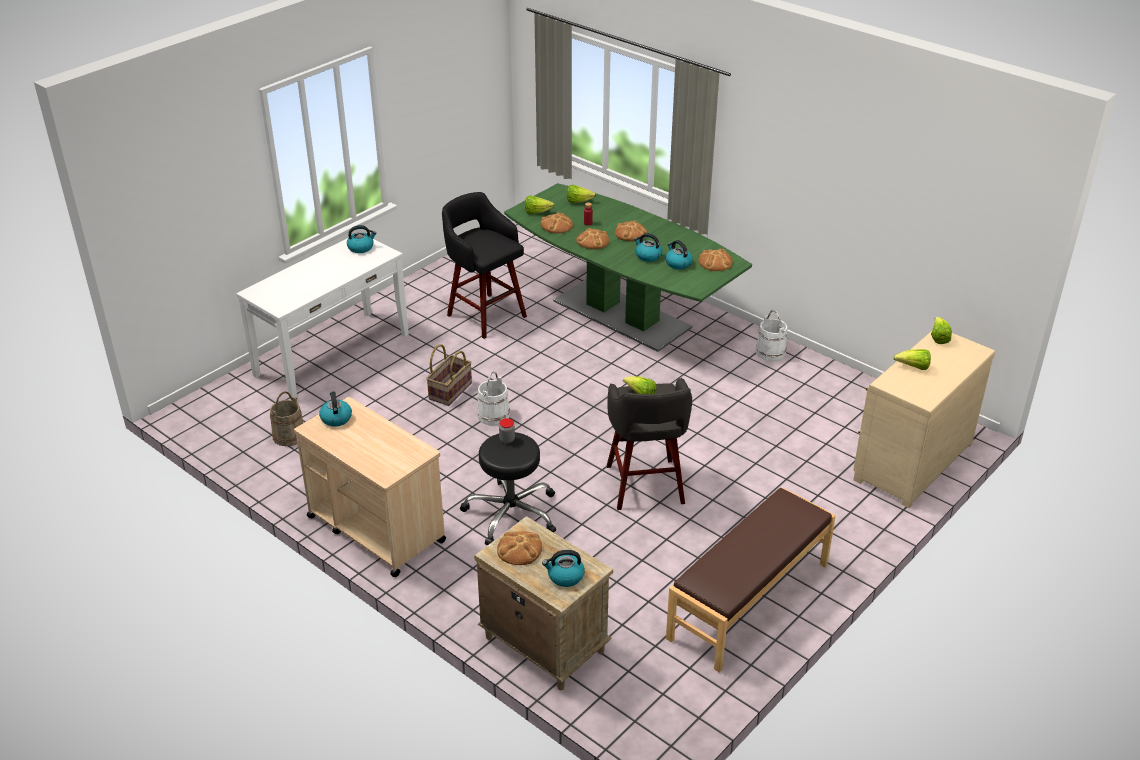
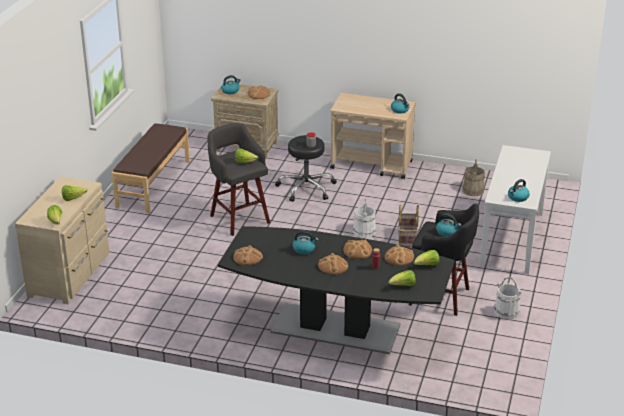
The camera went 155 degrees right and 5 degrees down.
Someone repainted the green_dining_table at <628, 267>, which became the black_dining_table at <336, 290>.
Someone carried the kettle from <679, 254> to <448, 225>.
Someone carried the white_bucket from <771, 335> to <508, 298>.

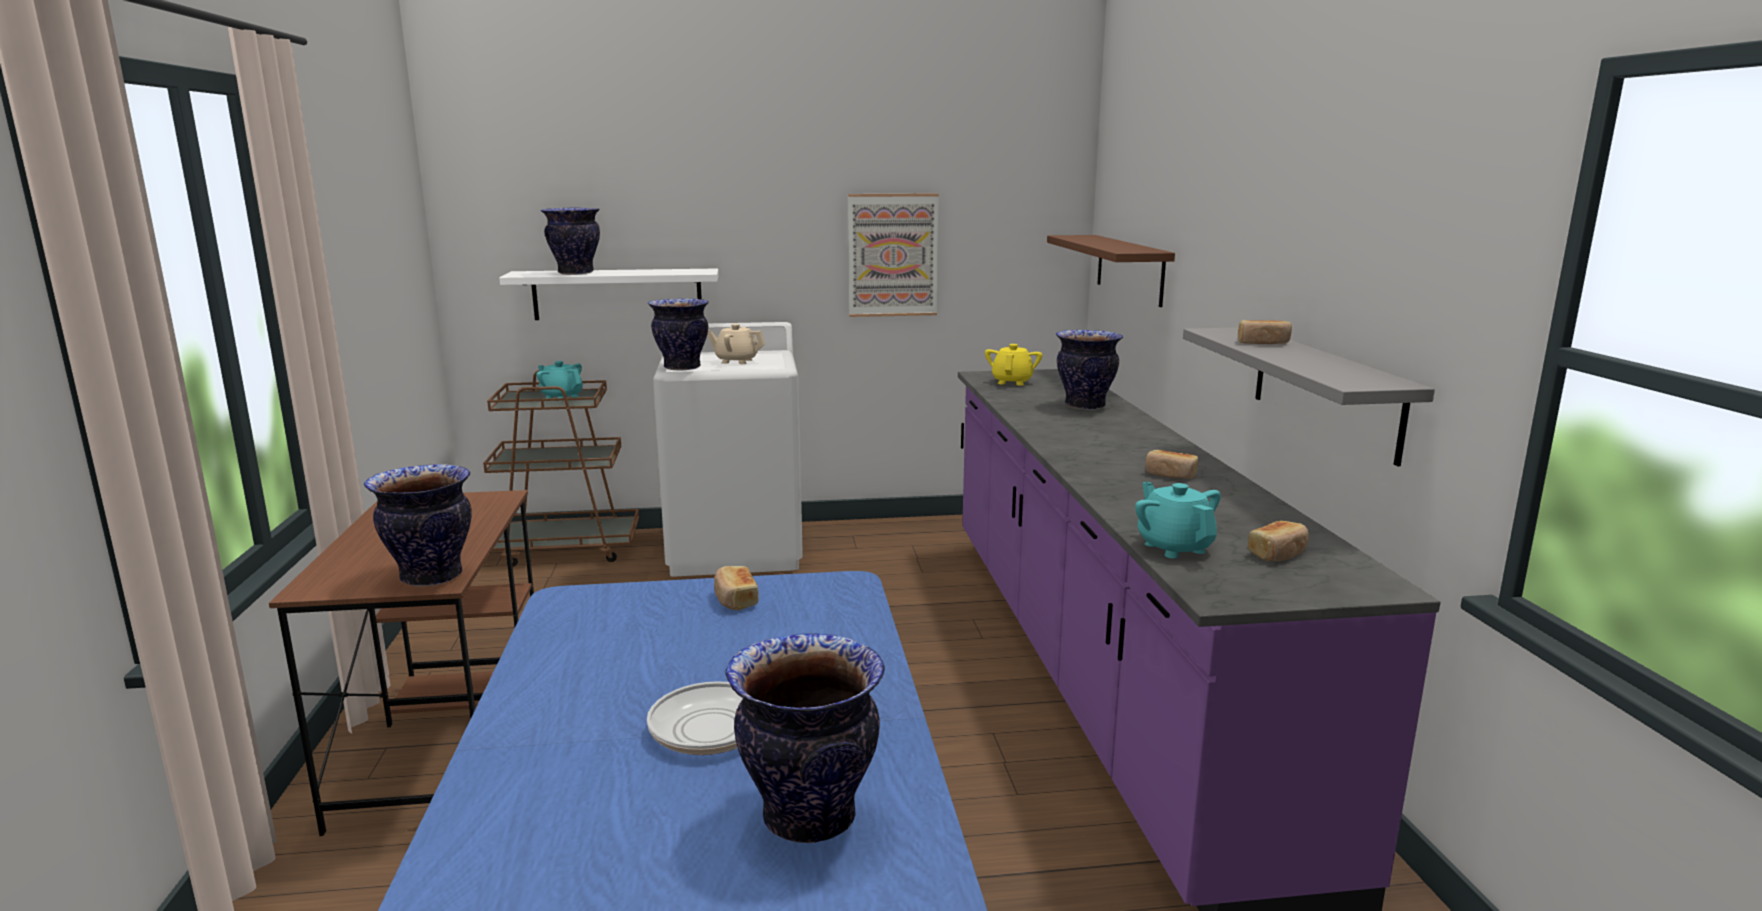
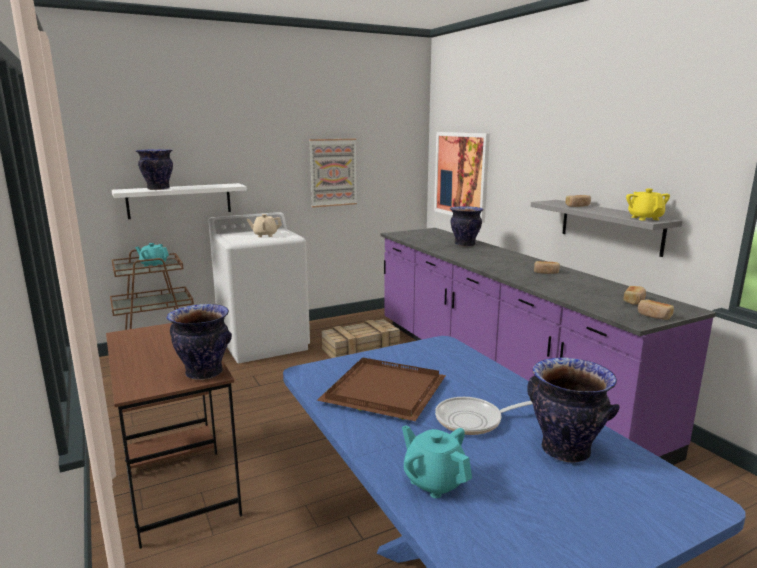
The camera went 20 degrees left and 0 degrees up.
Someone took away the vase at <678, 335>.
Someone carried the bread from <736, 588> to <656, 309>.
Someone carried the yellow_teapot from <1013, 365> to <648, 204>.
Someone swapped the brown_shelf at <1111, 271> for the picture at <462, 177>.
Someone carried the turquoise_teapot from <1178, 520> to <437, 461>.
Someone put down the brown_tray at <381, 389>.
Someone put down the crate at <361, 338>.

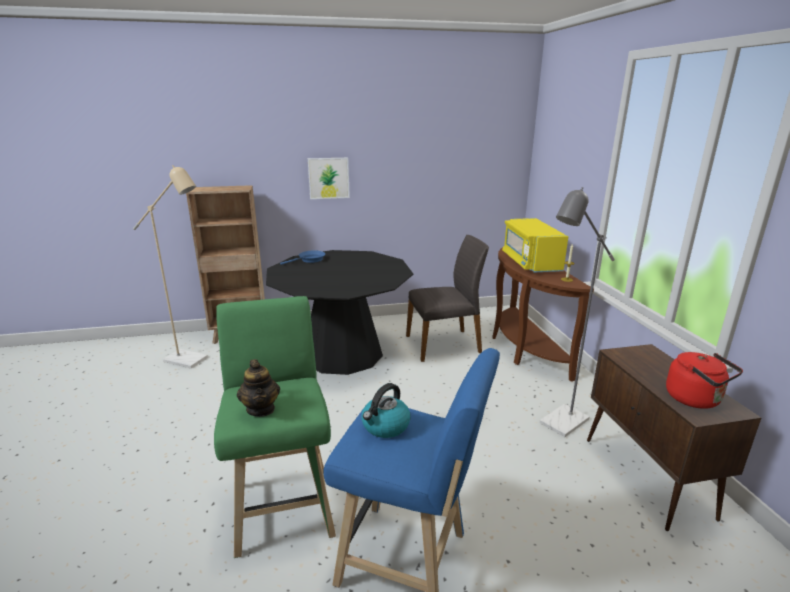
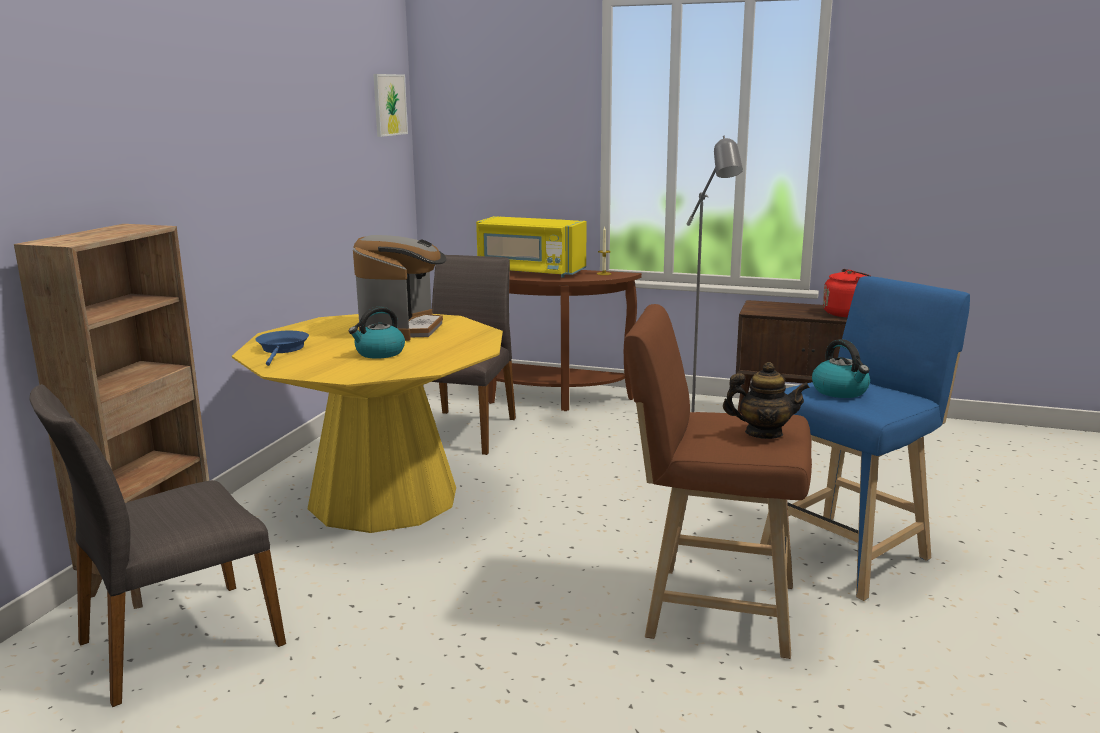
The camera went 60 degrees left and 5 degrees down.
Someone swapped the beige_floor_lamp at <170, 266> for the grey_chair at <157, 545>.
Someone repainted the green_stool at <275, 427>, which became the brown_stool at <718, 481>.
Someone repainted the black_dining_table at <339, 312>, which became the yellow_dining_table at <367, 423>.
Someone carried the picture from <329, 178> to <390, 105>.
Someone put down the kettle at <377, 332>.
Someone put down the coffee_machine at <399, 288>.

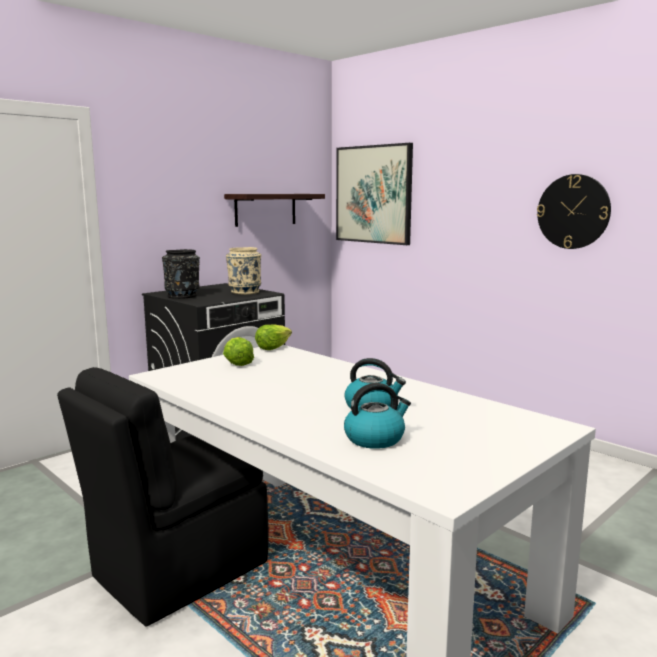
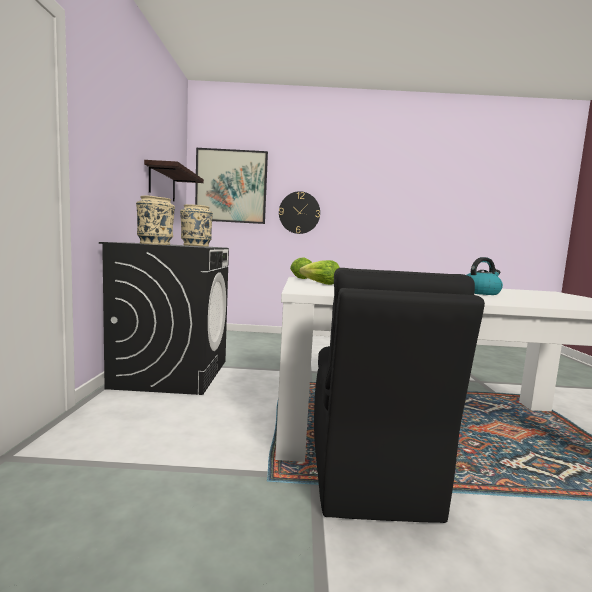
The camera went 45 degrees left and 5 degrees down.
Someone repainted the black_vase at <181, 274>, which became the beige_vase at <155, 220>.
Someone took away the kettle at <377, 416>.
Someone carried the wall_clock from <574, 211> to <299, 212>.

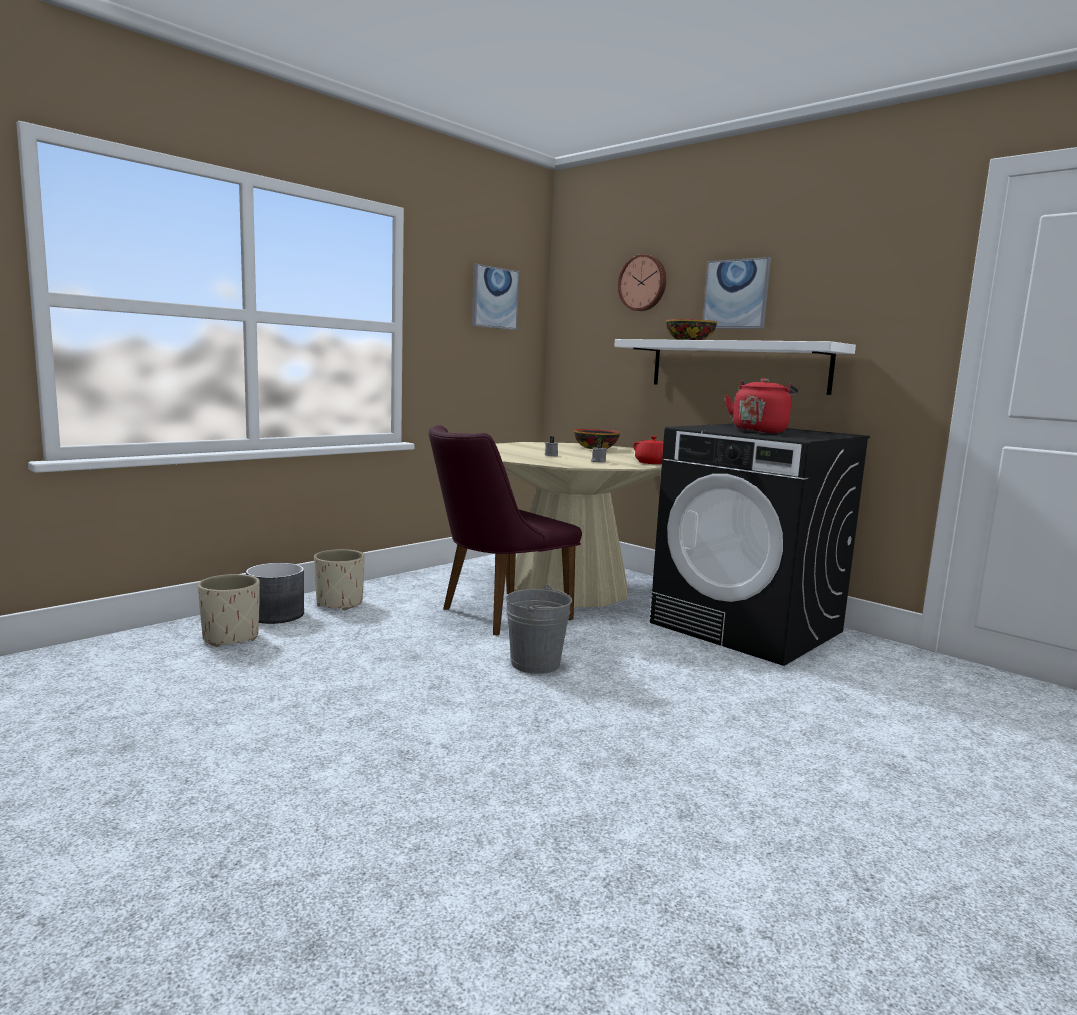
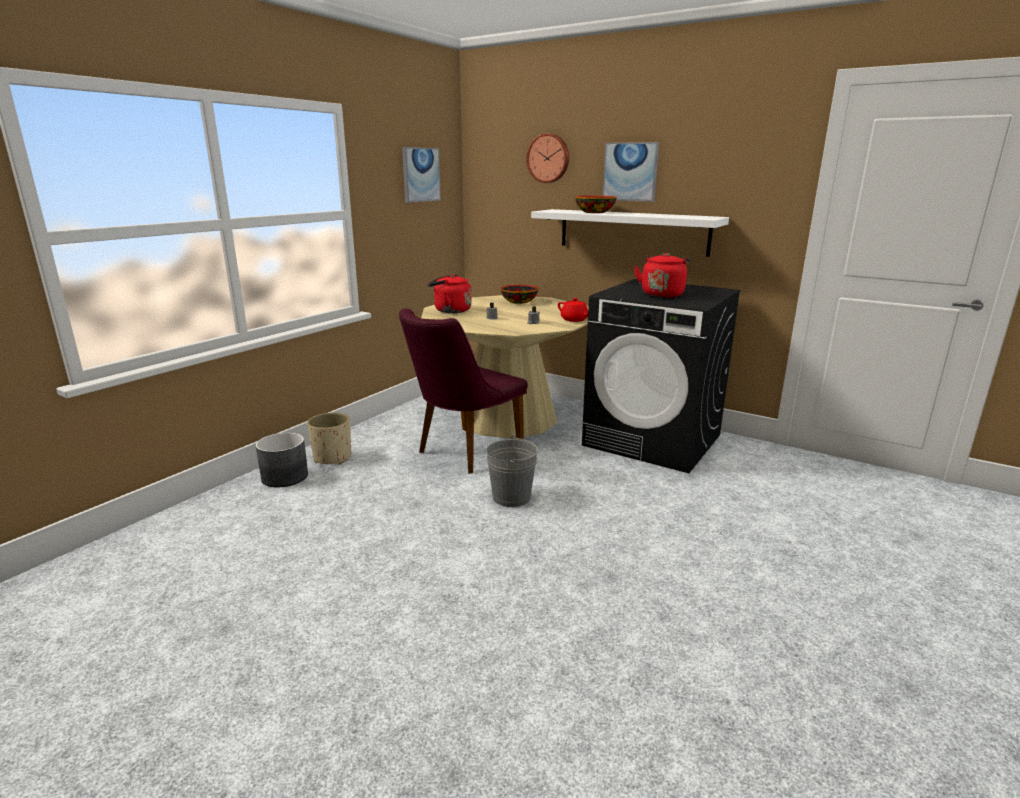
The camera went 10 degrees left and 10 degrees up.
Someone took away the beige_planter at <229, 610>.
Someone put down the red_kettle at <450, 293>.

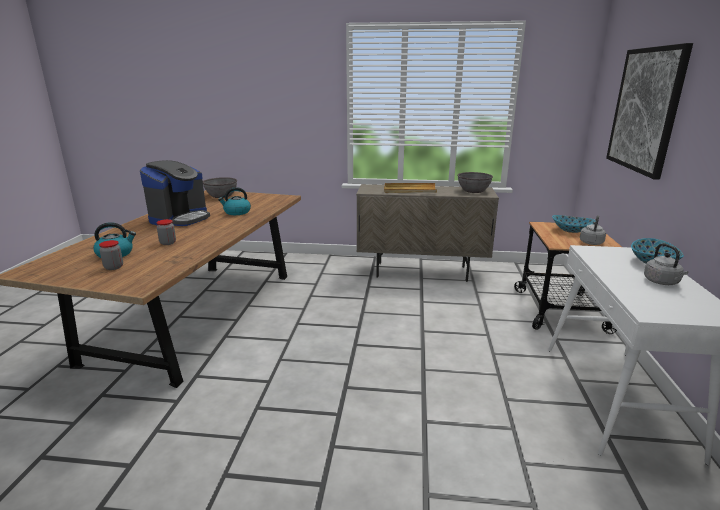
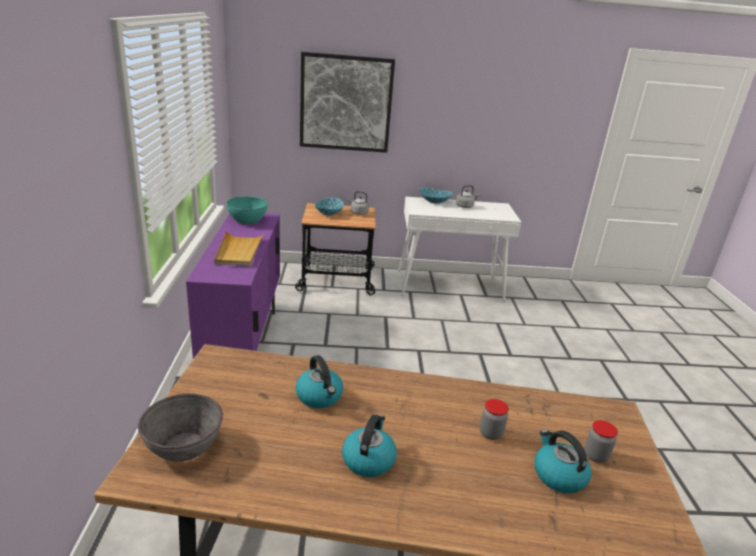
The camera went 100 degrees left and 5 degrees up.
Someone swapped the coffee_machine at <175, 193> for the kettle at <369, 445>.
Someone repainted the beige_cabinet at <427, 233>, which became the purple_cabinet at <233, 286>.
Someone repainted the grey_bowl at <475, 182>, which became the turquoise_bowl at <247, 210>.

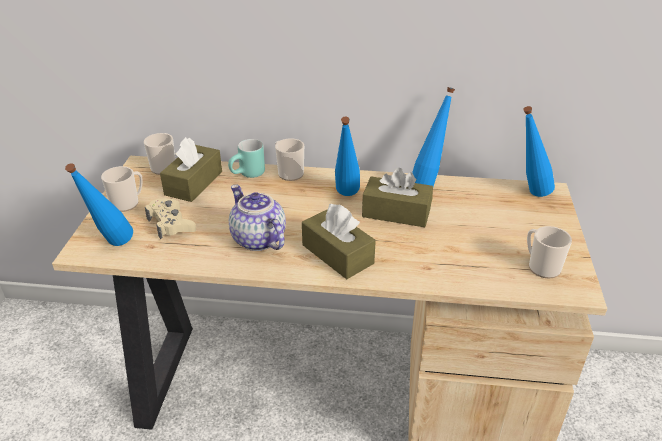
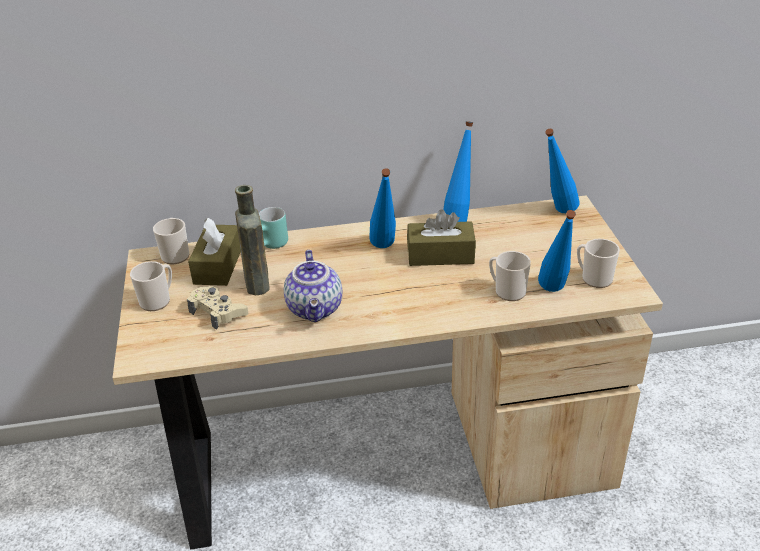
The camera went 15 degrees left and 0 degrees up.
Someone carried the blue_bottle from <99, 204> to <557, 251>.
Someone rotated the teapot at <257, 218> by 135 degrees counterclockwise.
Someone carried the mug from <289, 159> to <510, 276>.
Someone took away the brown_tissue_box at <339, 241>.
Someone put down the brown_bottle at <252, 240>.

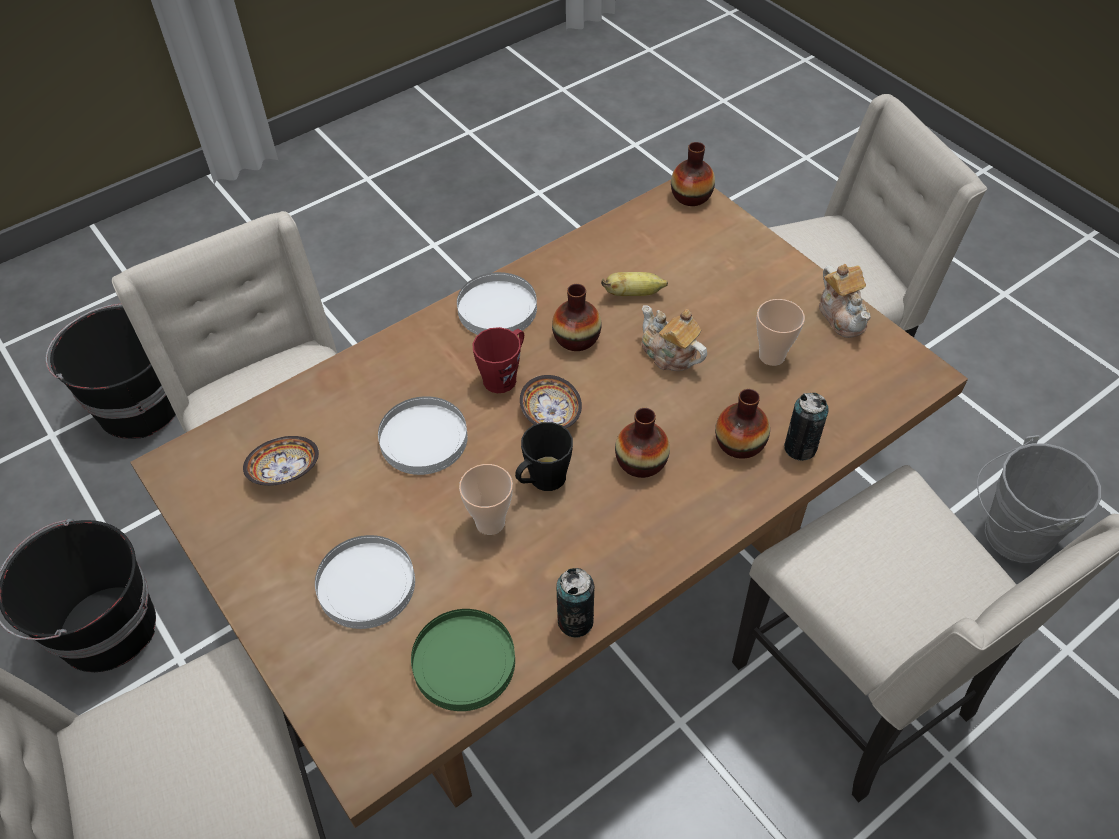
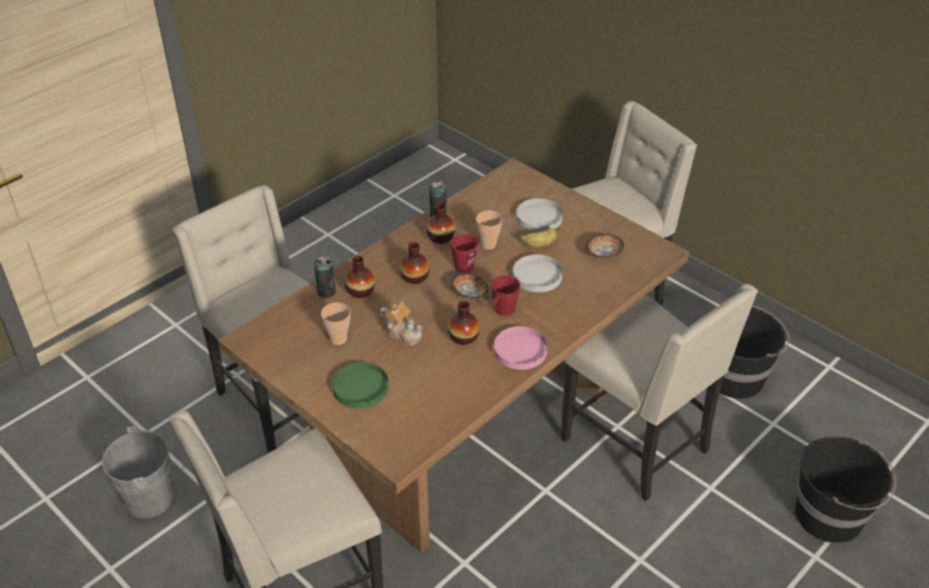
The camera went 170 degrees right and 10 degrees down.
Someone carried the green_plate from <463, 660> to <360, 385>.
Someone repainted the white_plate at <497, 303>, which became the pink_plate at <520, 348>.
Someone repainted the black_mug at <544, 456>, which became the red_mug at <464, 253>.
Someone carried the banana from <634, 284> to <540, 237>.
Someone carried the vase from <693, 174> to <441, 223>.
Someone took away the teapot at <845, 301>.

